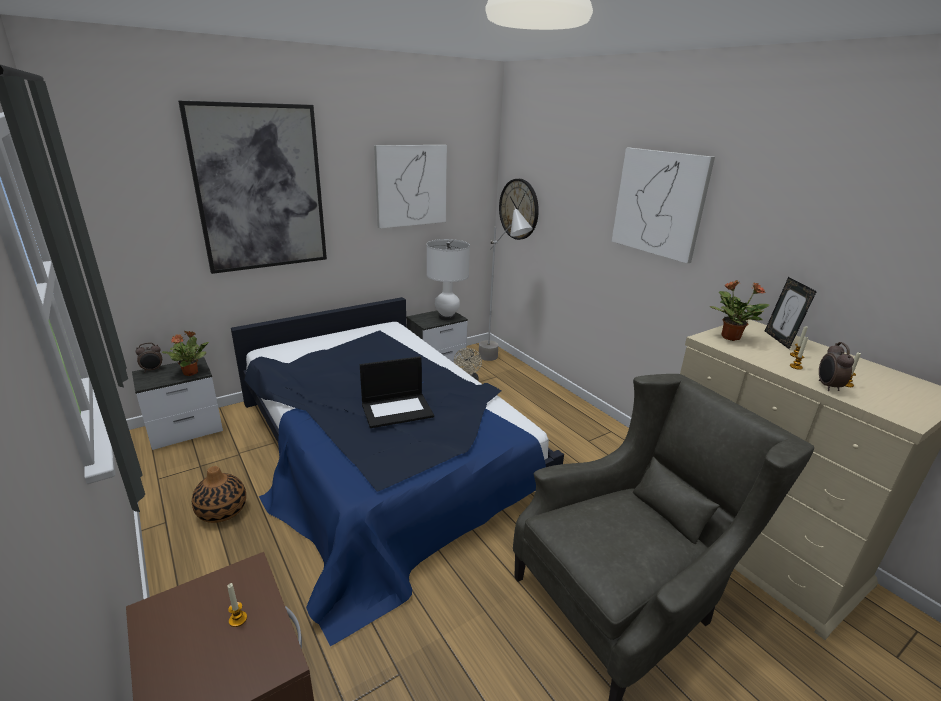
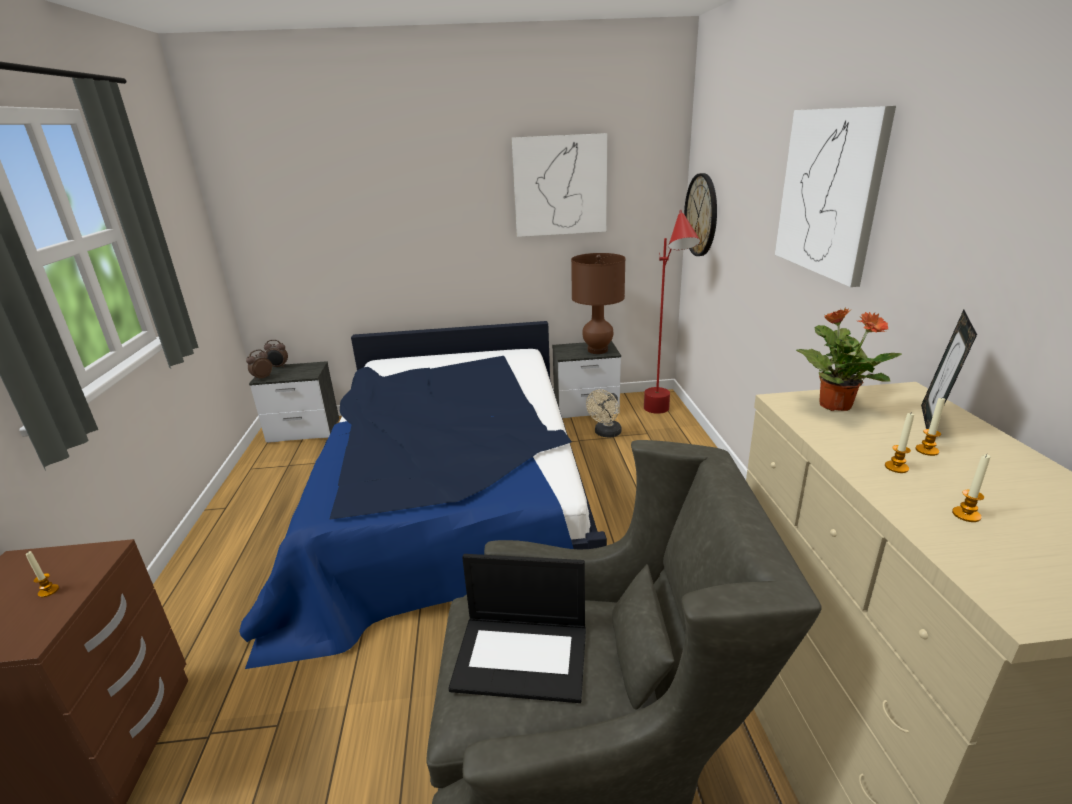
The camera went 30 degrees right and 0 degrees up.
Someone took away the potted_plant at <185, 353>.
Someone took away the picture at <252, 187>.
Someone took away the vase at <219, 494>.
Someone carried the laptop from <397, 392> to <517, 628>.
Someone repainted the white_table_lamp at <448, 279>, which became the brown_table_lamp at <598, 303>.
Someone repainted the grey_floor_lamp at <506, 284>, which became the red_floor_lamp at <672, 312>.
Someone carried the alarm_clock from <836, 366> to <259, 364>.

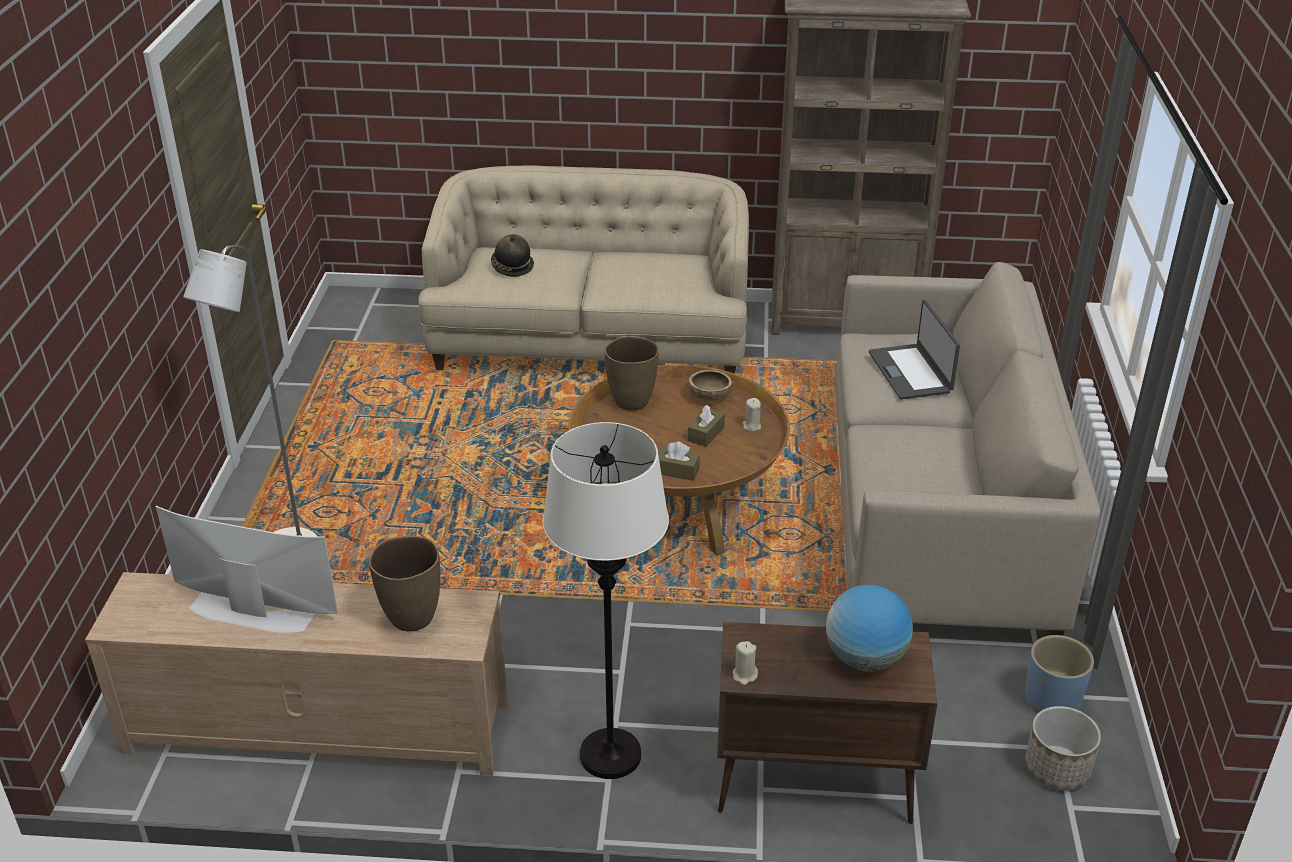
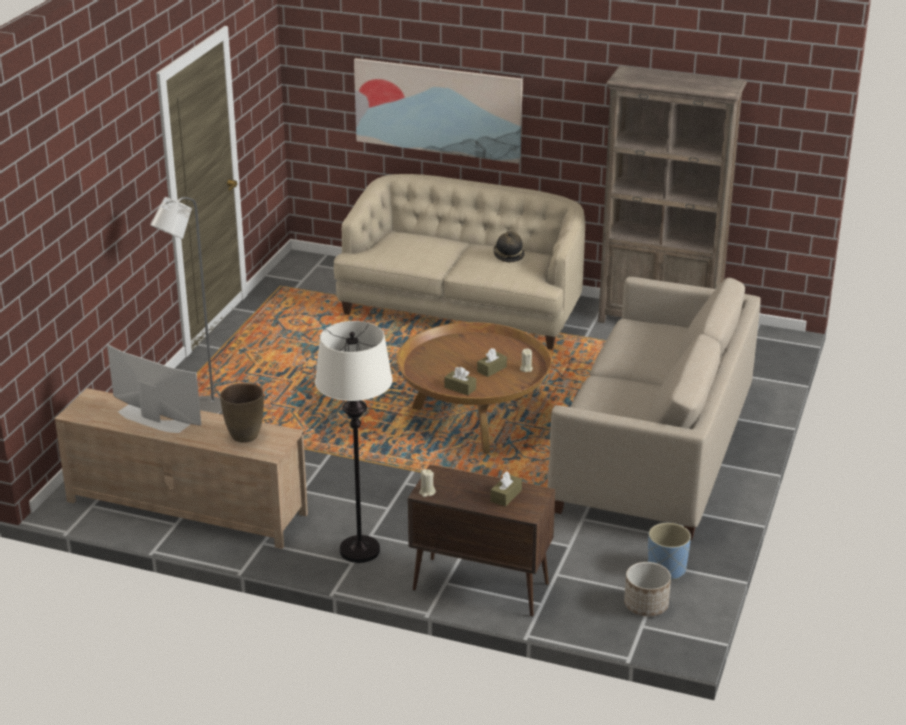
The camera went 15 degrees right and 5 degrees down.
Someone carried the hat from <512, 255> to <509, 247>.
Someone took away the brown_vase at <631, 373>.
Someone took away the brown_bowl at <710, 386>.
Someone swapped the globe at <869, 628> for the brown_tissue_box at <506, 489>.
Someone took away the laptop at <914, 350>.
Someone put up the picture at <438, 111>.

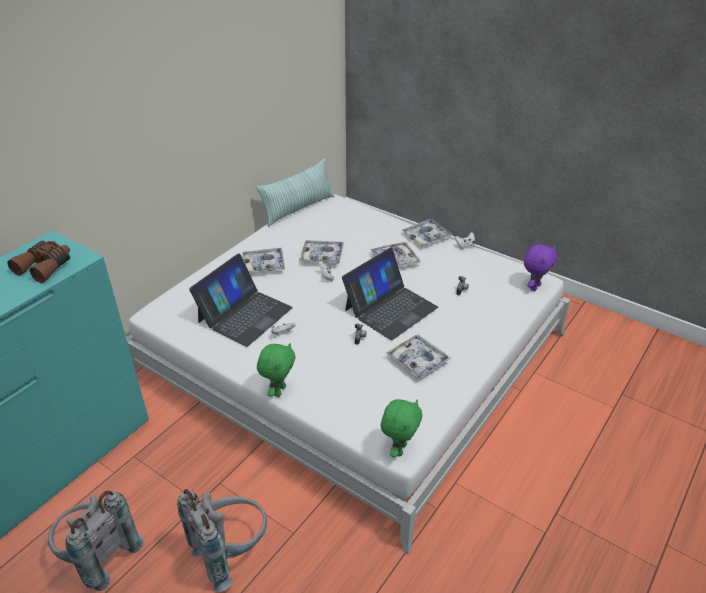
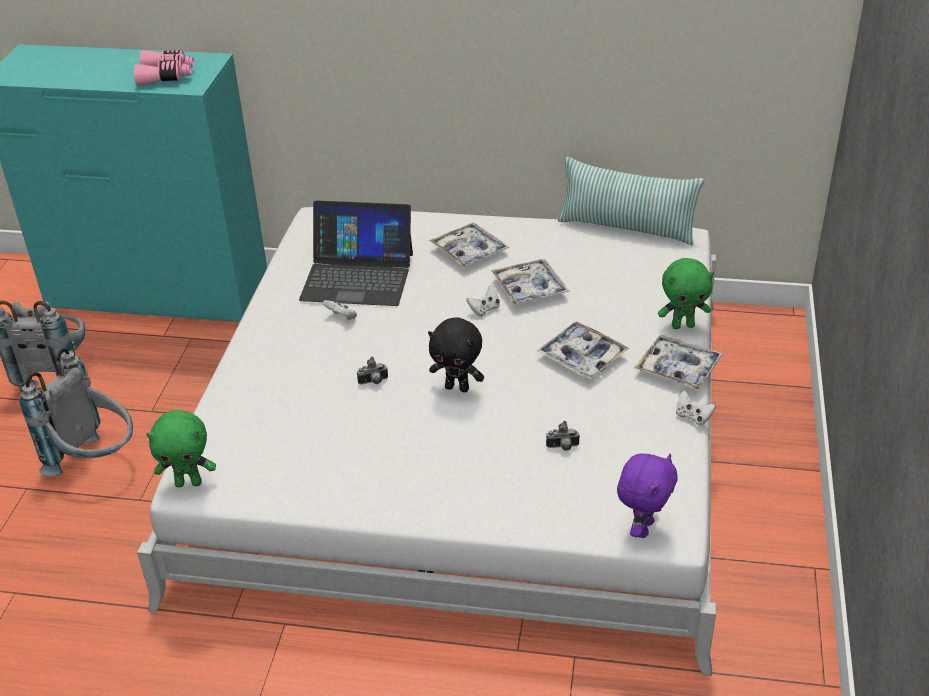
The camera went 65 degrees right and 0 degrees up.
Someone repainted the brown_binoculars at <38, 262>, which became the pink_binoculars at <164, 68>.
Someone carried the green_plush_toy from <276, 370> to <686, 293>.
Someone swapped the laptop at <390, 294> for the black_plush_toy at <456, 354>.
Someone took away the tray at <418, 357>.
Someone rotated the purple_plush_toy at <540, 267> by 75 degrees counterclockwise.

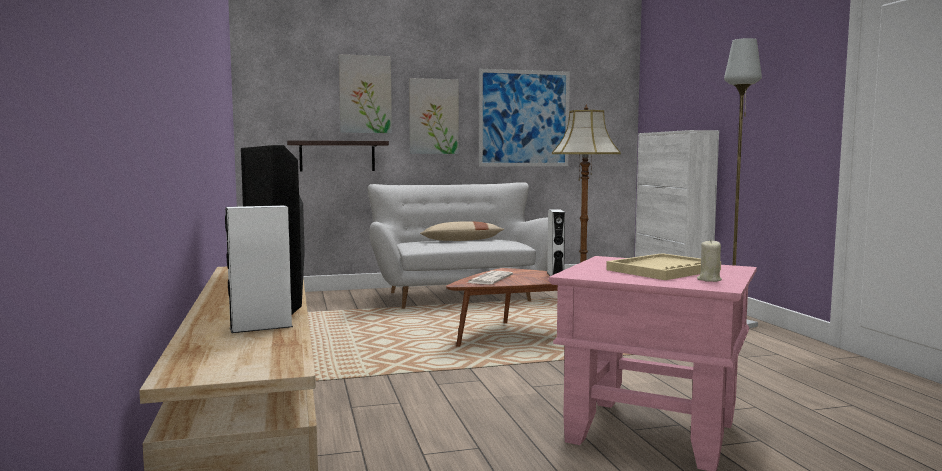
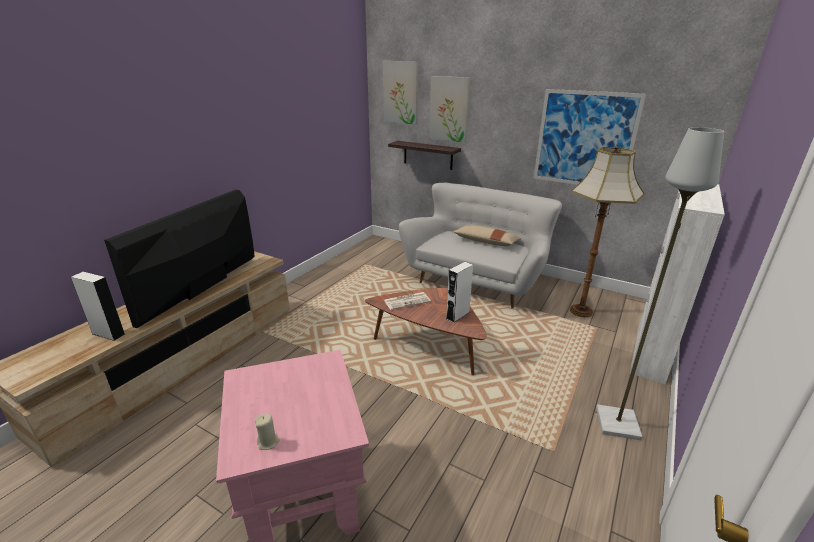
The camera went 45 degrees right and 20 degrees up.
Someone carried the picture from <434, 116> to <400, 93>.
Someone took away the beige_tray at <663, 266>.

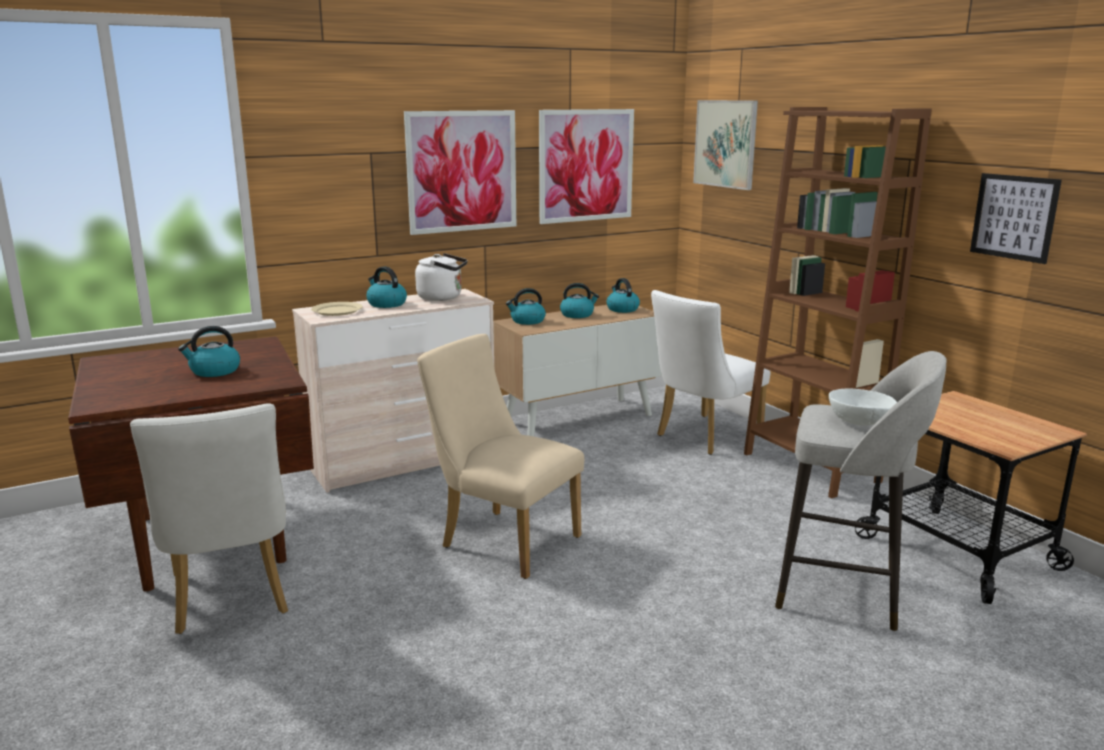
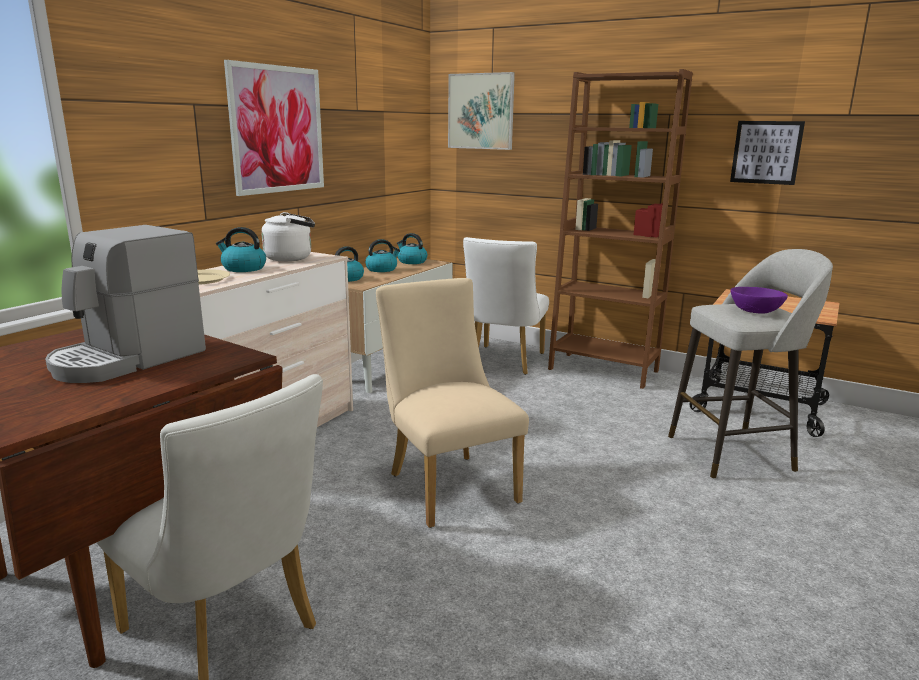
The camera went 30 degrees left and 0 degrees up.
Someone swapped the kettle at <209, 351> for the coffee_machine at <125, 304>.
Someone rotated the beige_chair at <500, 456> by 60 degrees clockwise.
Someone took away the picture at <586, 166>.
Someone repainted the white_bowl at <863, 407>, which became the purple_bowl at <759, 300>.

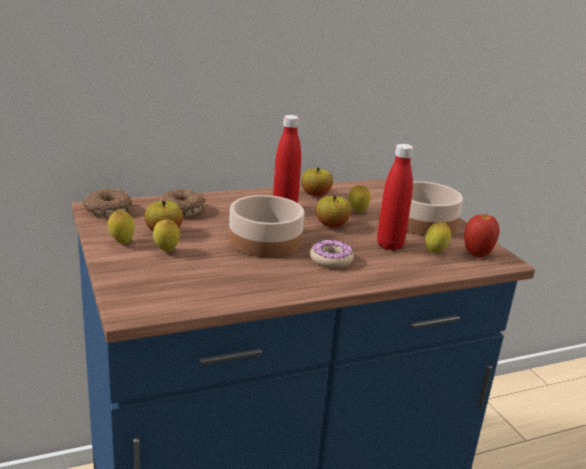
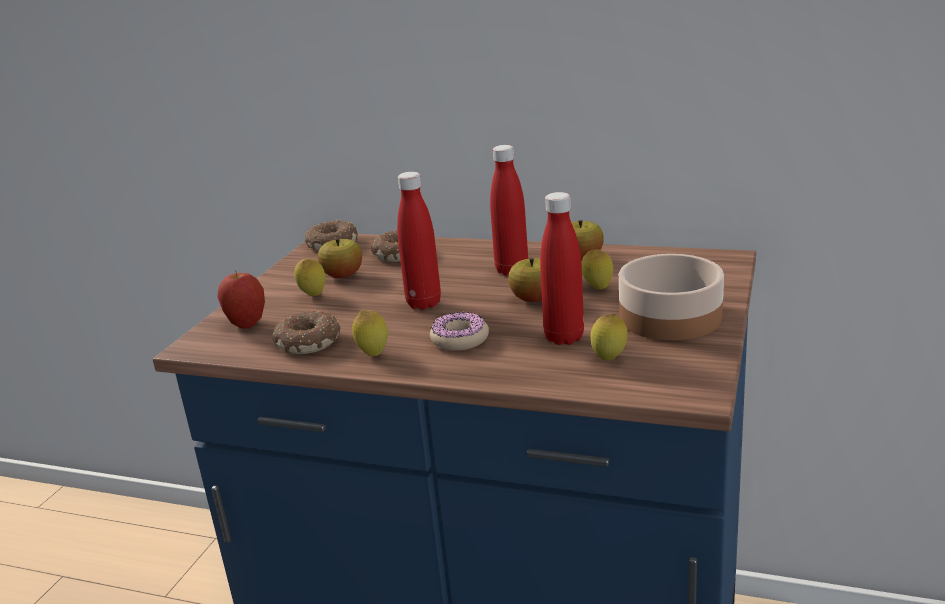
The camera went 45 degrees right and 0 degrees up.
Someone carried the lemon from <121, 227> to <370, 333>.
Someone swapped the bowl at <266, 226> for the red_bottle at <419, 241>.
Someone carried the apple from <482, 235> to <241, 301>.
Someone put down the donut at <306, 332>.

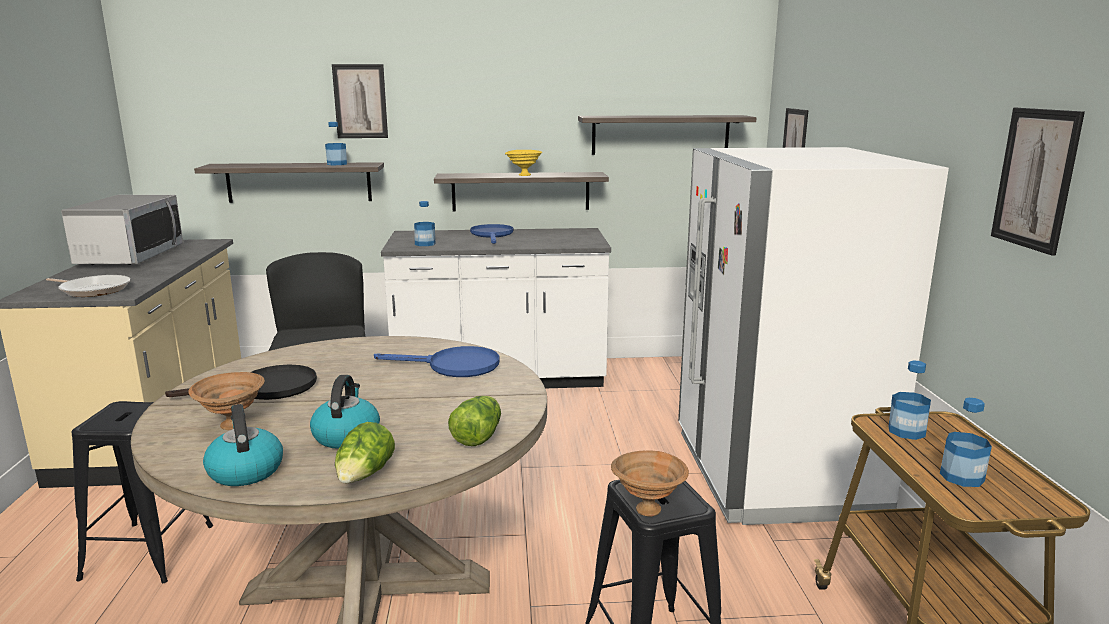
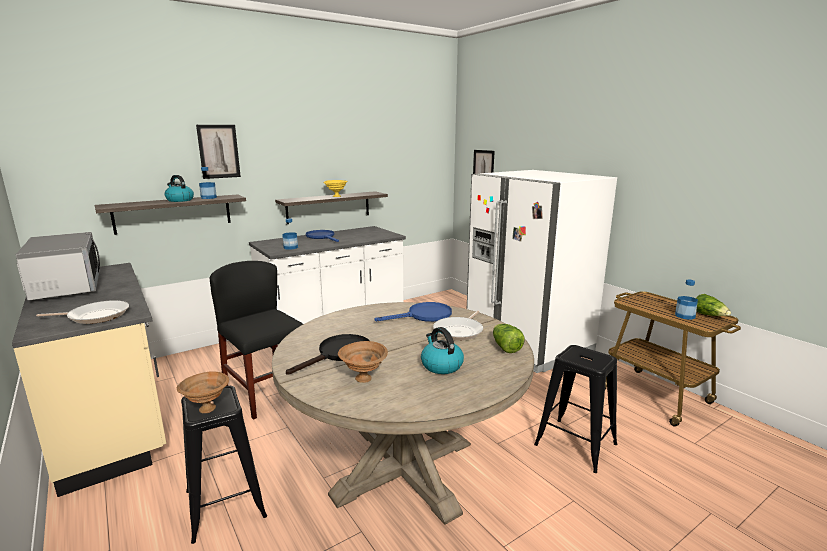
The camera went 30 degrees left and 0 degrees up.
Someone carried the kettle from <243, 445> to <179, 188>.
Someone carried the lettuce from <365, 452> to <713, 305>.
Someone took away the shelf at <667, 135>.
Someone carried the brown_bowl from <650, 483> to <203, 392>.
Someone took away the bottle at <910, 400>.
Someone took away the picture at <1038, 182>.
Someone put down the frying_pan at <458, 326>.

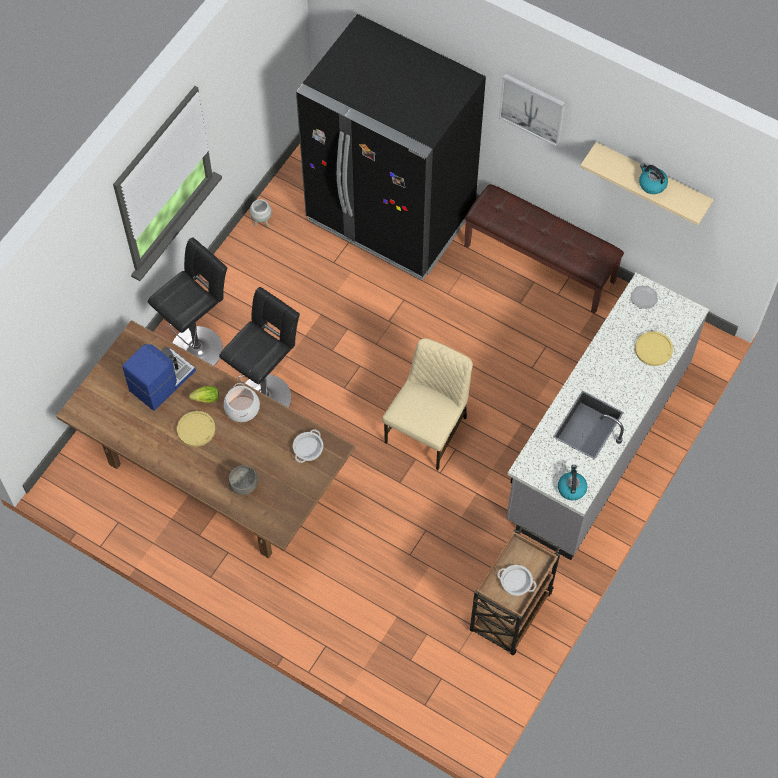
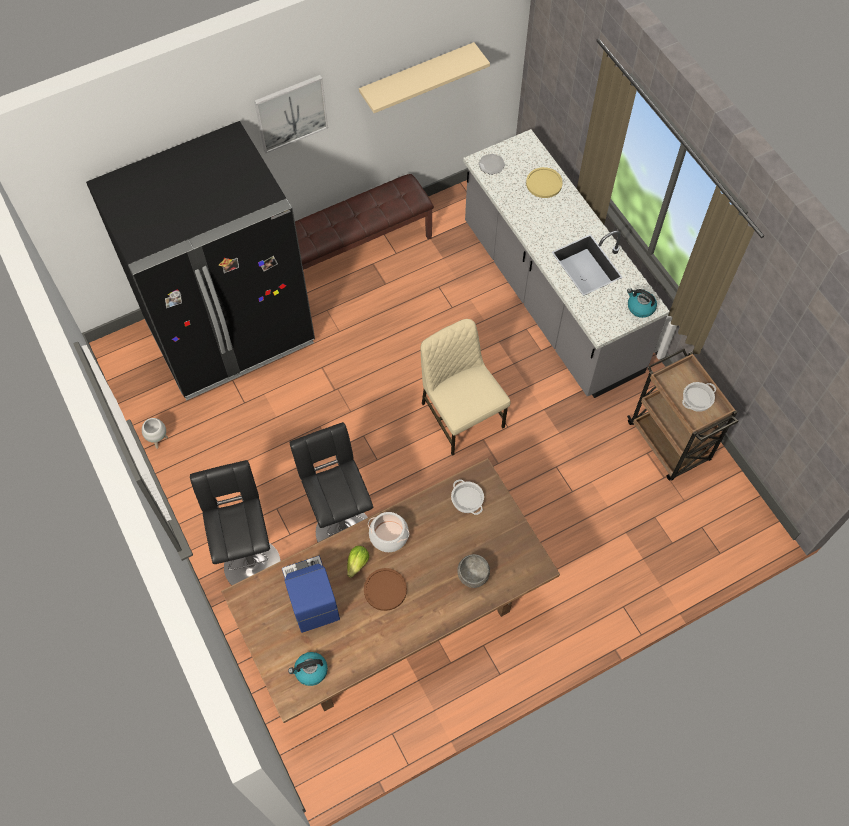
The camera went 60 degrees left and 0 degrees up.
Someone repainted the yellow_plate at <196, 429>, which became the brown_plate at <385, 589>.
Someone carried the kettle from <653, 178> to <308, 669>.

